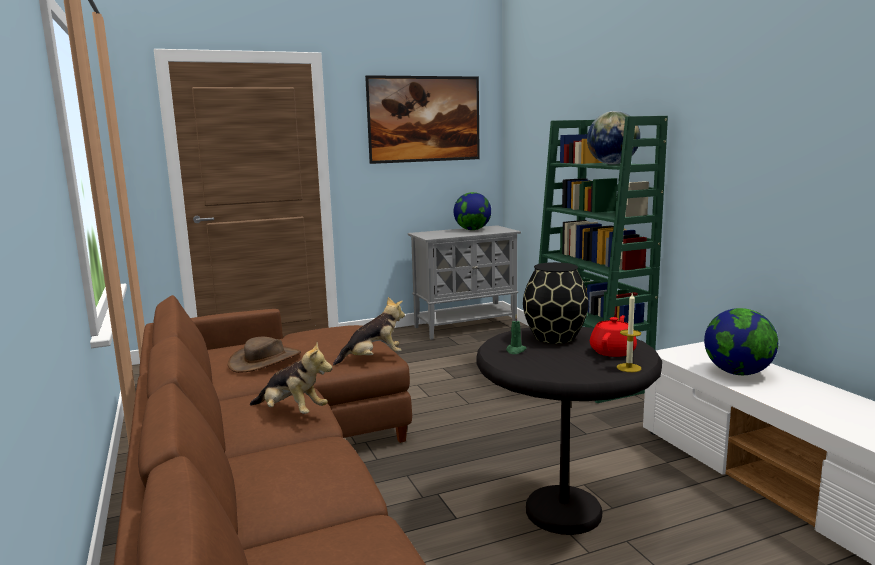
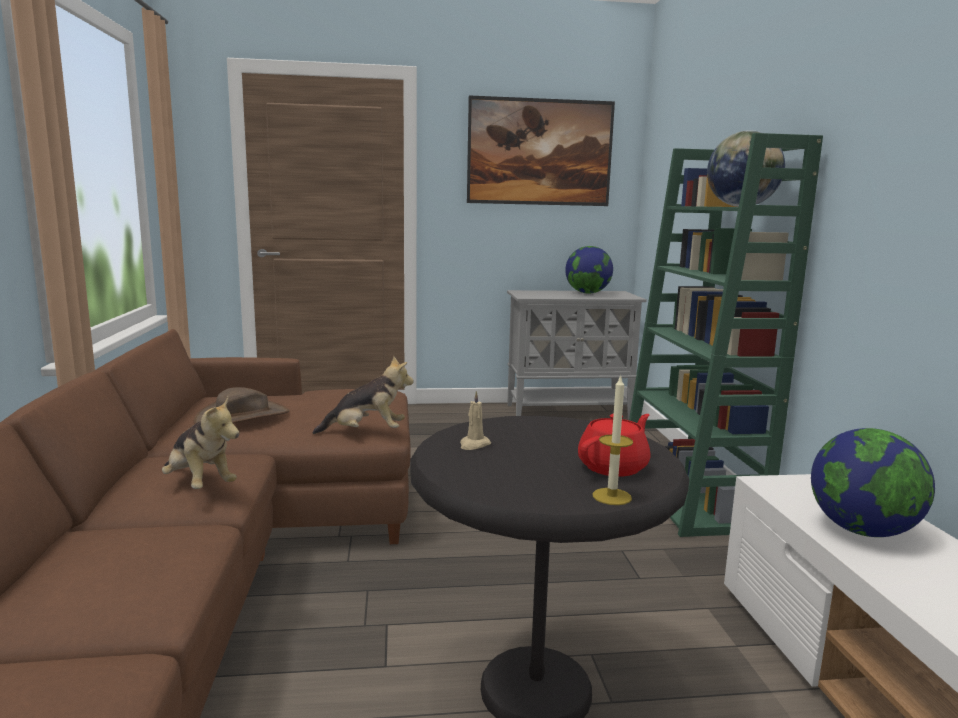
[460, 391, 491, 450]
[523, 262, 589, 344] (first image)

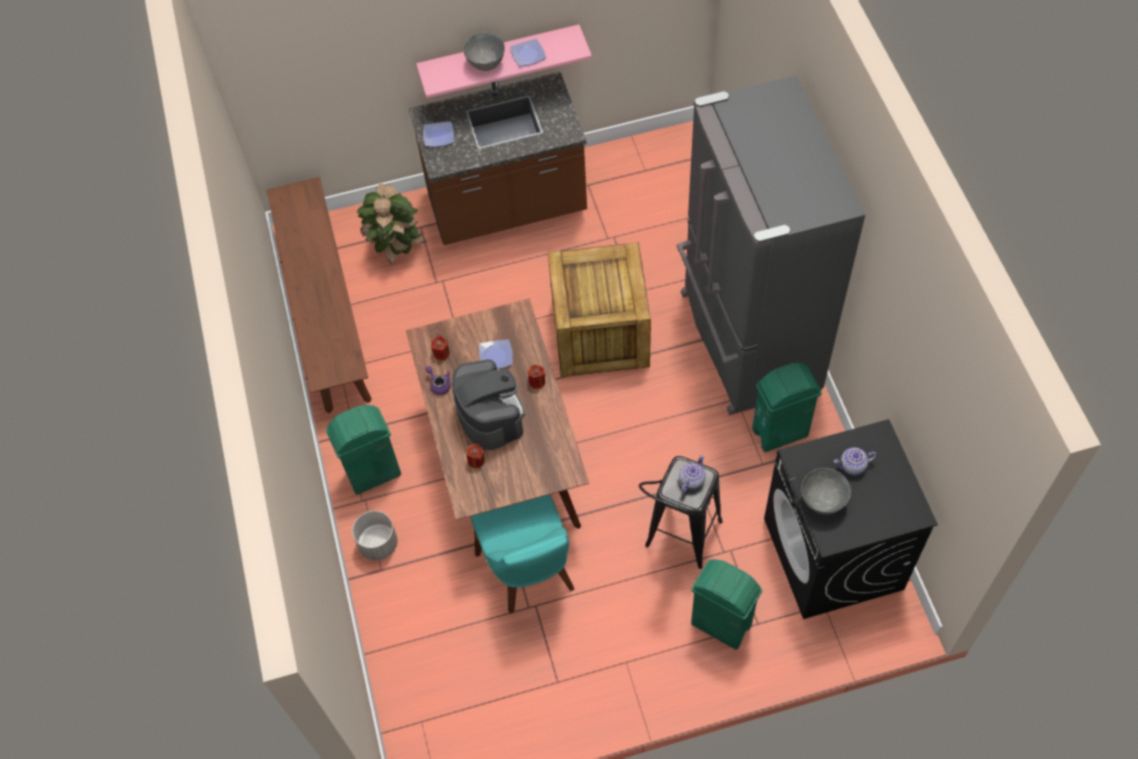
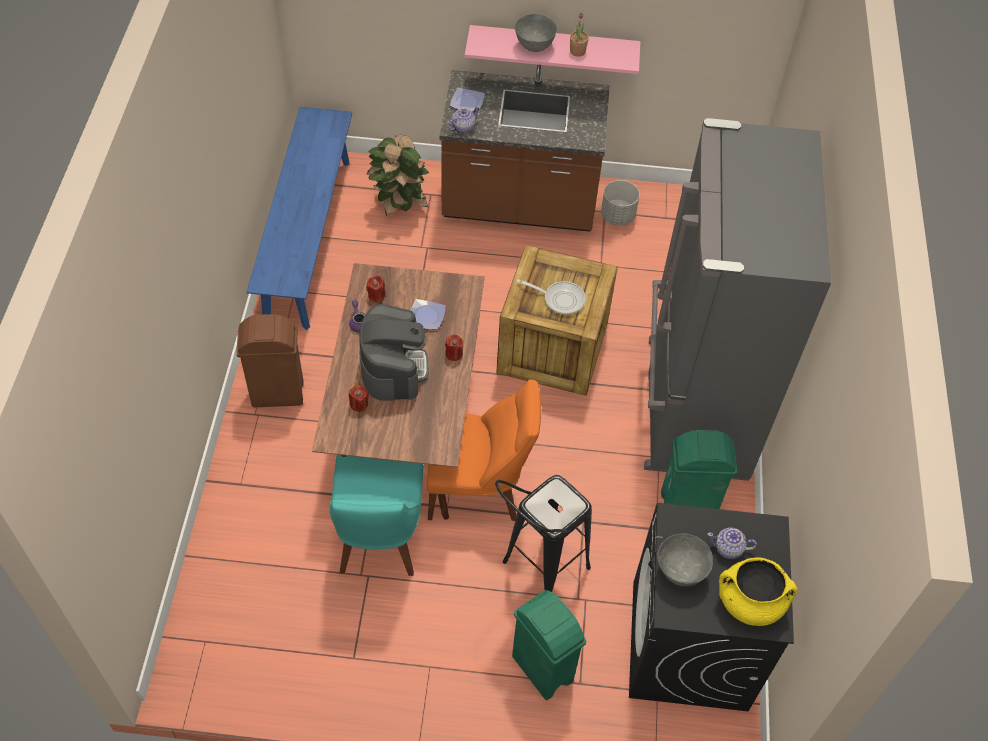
[247, 107, 352, 330]
[236, 314, 304, 407]
[601, 180, 640, 225]
[570, 13, 589, 57]
[447, 106, 480, 133]
[427, 379, 541, 521]
[517, 279, 585, 315]
[719, 557, 797, 626]

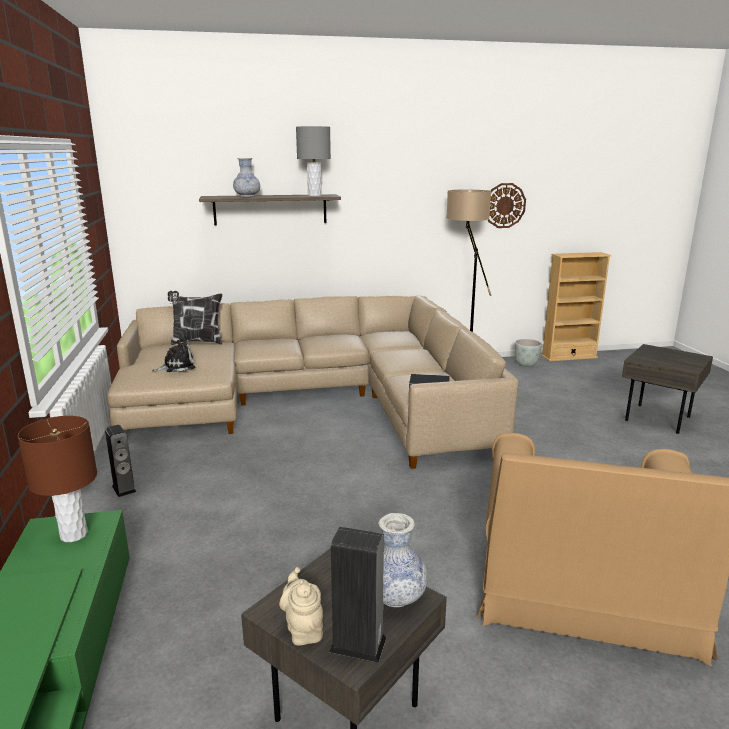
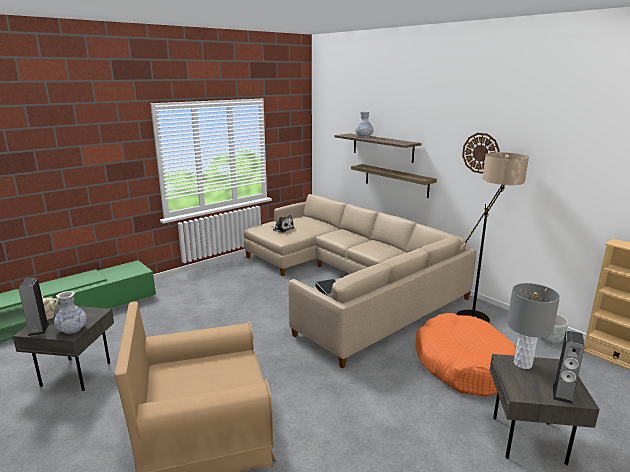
[18, 416, 97, 542] (first image)
[553, 331, 585, 404]
[168, 291, 222, 345] (first image)
[507, 283, 560, 369]
[462, 133, 500, 174]
[351, 164, 437, 198]
[415, 313, 516, 397]

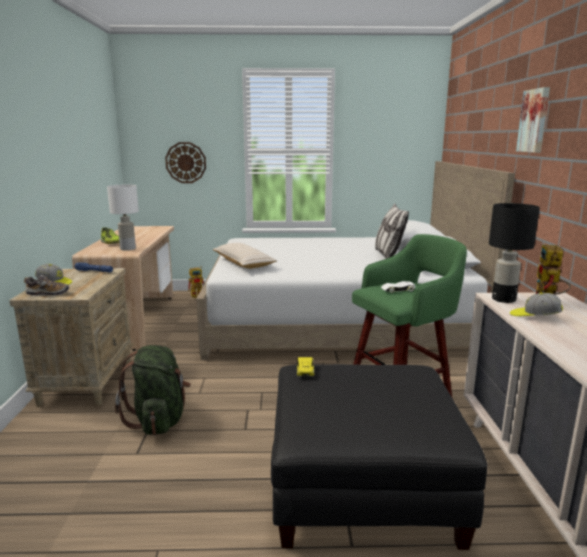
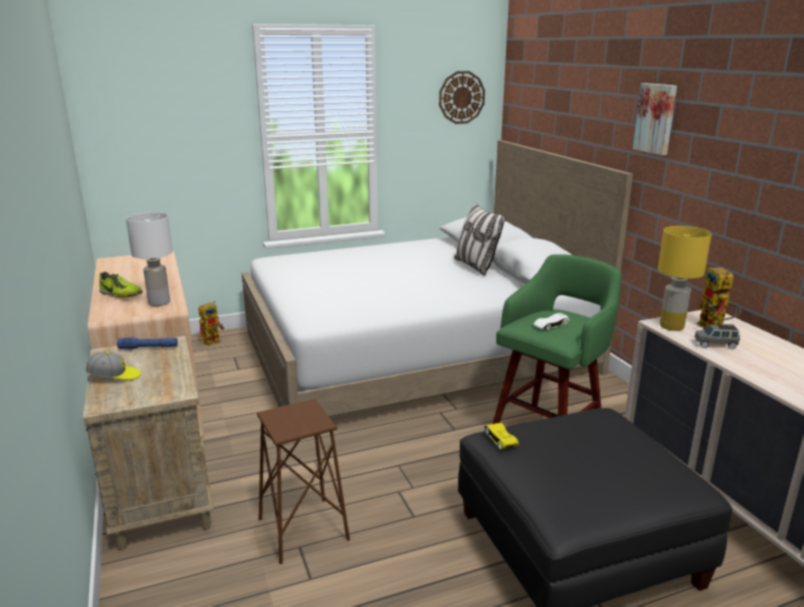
[24, 275, 69, 296] (first image)
[257, 399, 350, 564]
[439, 71, 485, 124]
[212, 243, 277, 269] (first image)
[658, 226, 712, 331]
[695, 324, 740, 349]

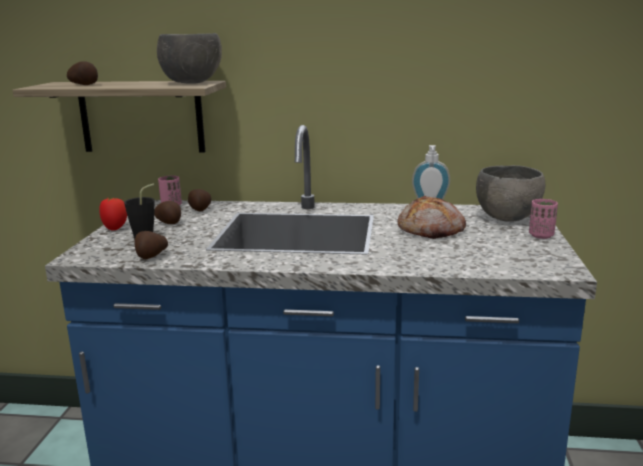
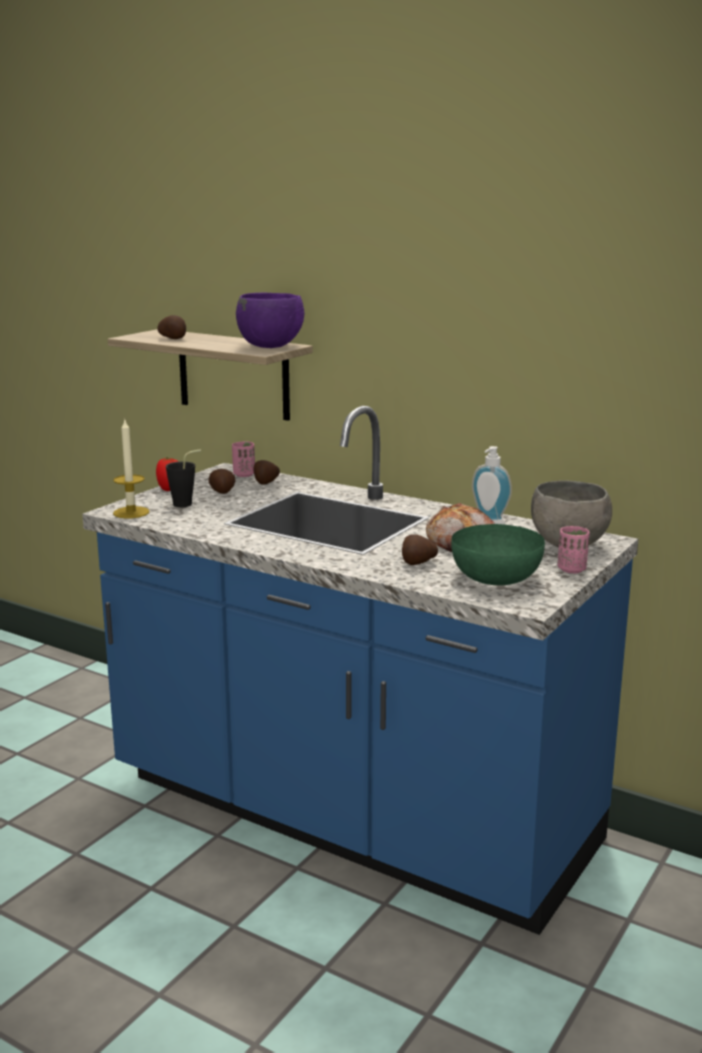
[402, 534, 438, 565]
[236, 293, 304, 348]
[113, 418, 150, 518]
[451, 524, 545, 585]

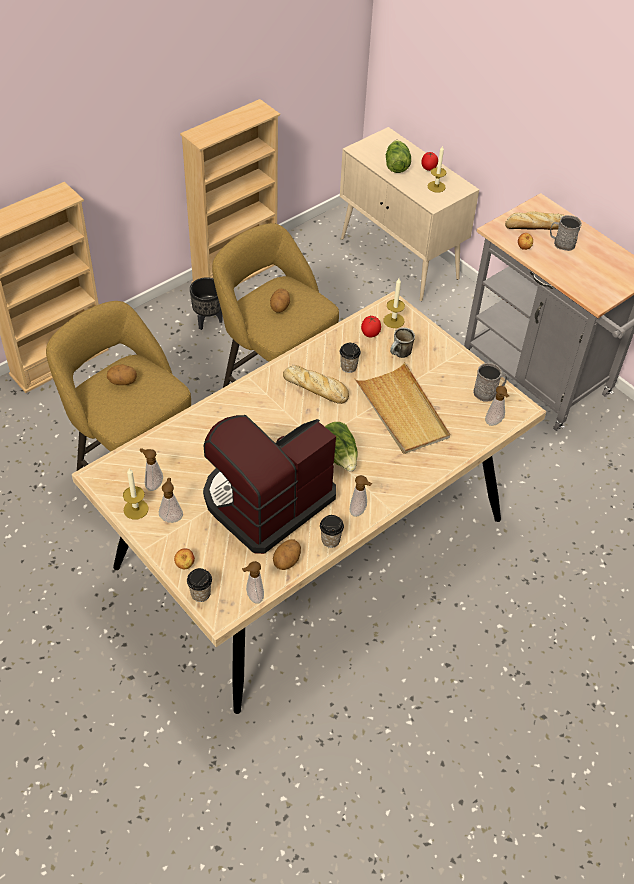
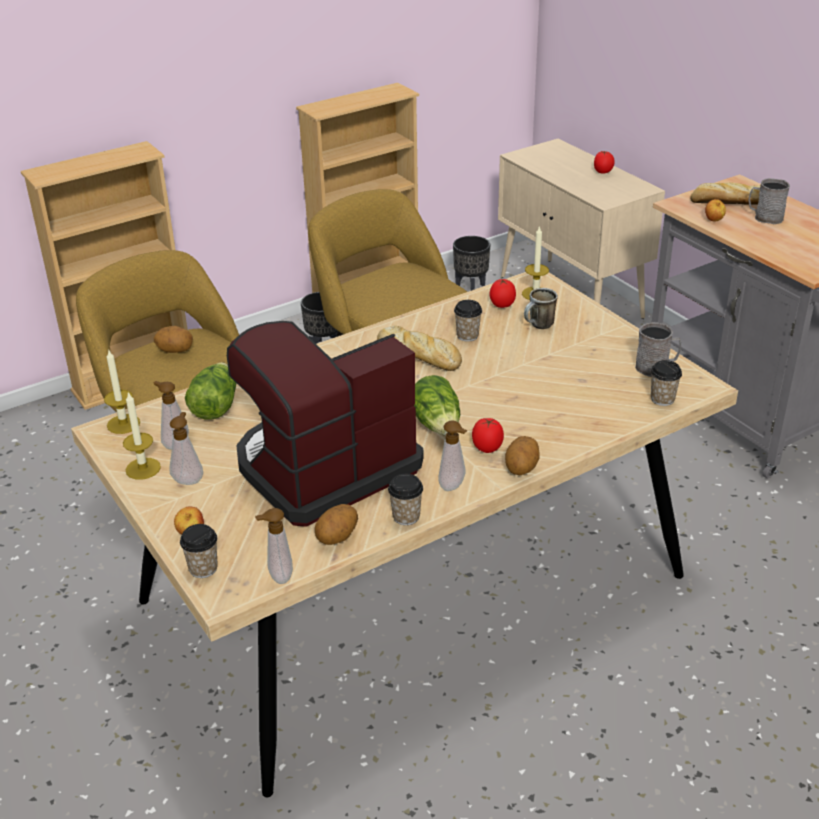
[505, 436, 540, 475]
[354, 362, 450, 454] (first image)
[185, 362, 236, 420]
[104, 350, 140, 434]
[651, 360, 682, 406]
[453, 236, 491, 291]
[472, 418, 504, 453]

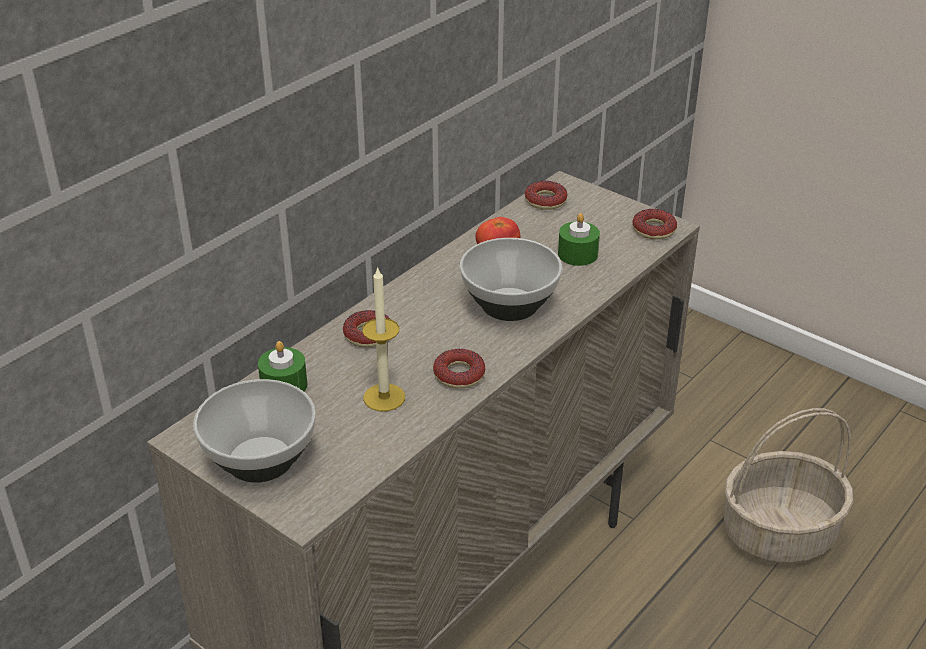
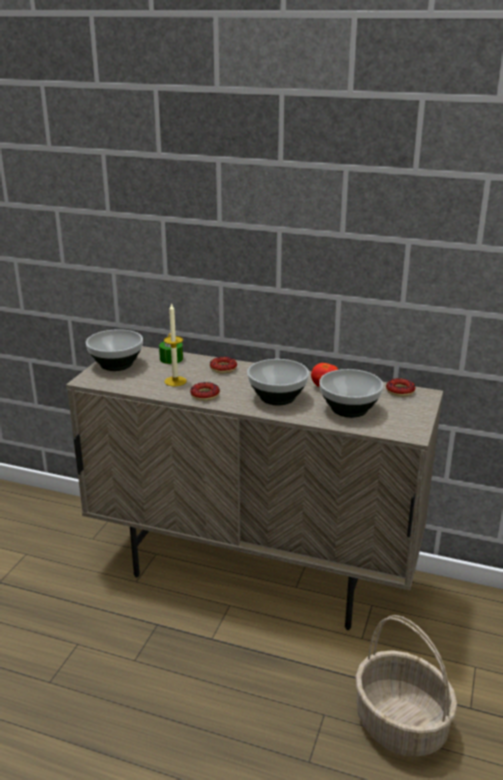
[319, 369, 384, 418]
[632, 209, 677, 240] (first image)

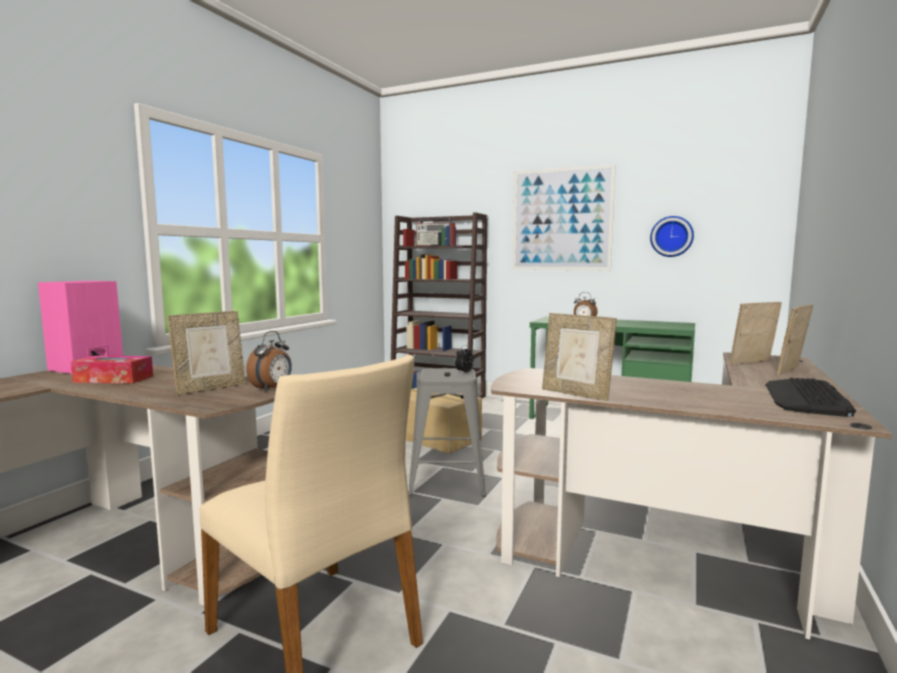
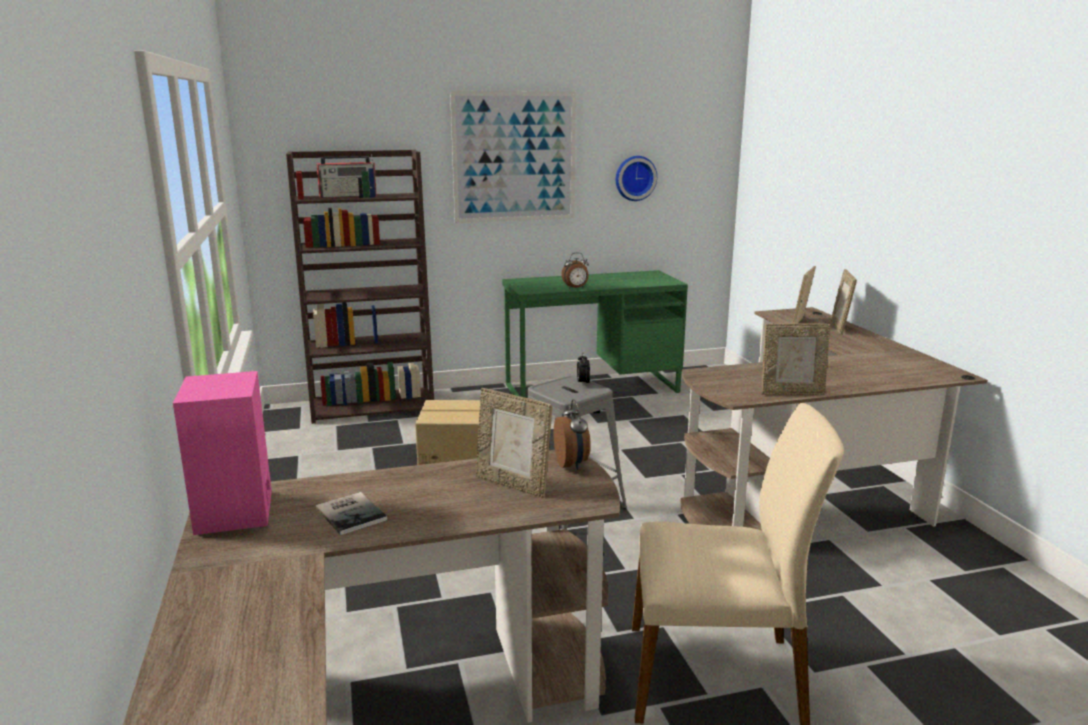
[315, 492, 387, 535]
[476, 388, 552, 498]
[766, 378, 856, 417] (first image)

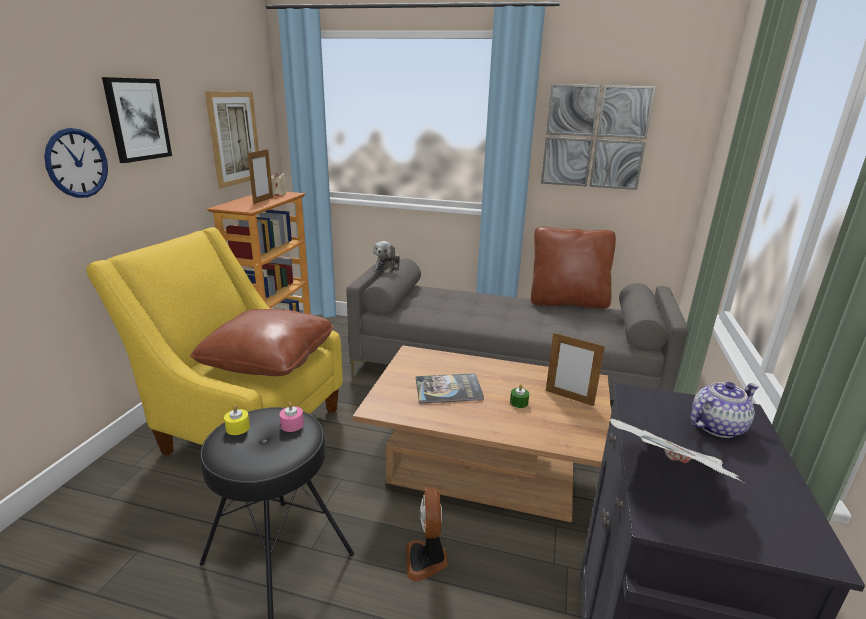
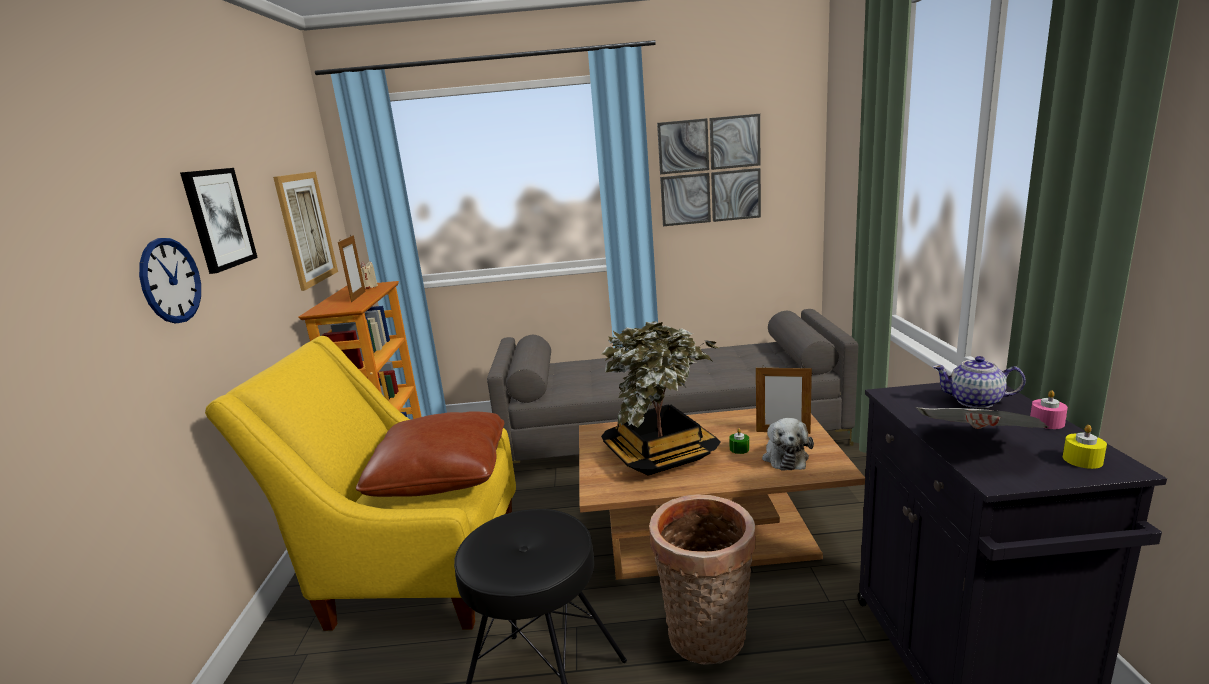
[1063, 425, 1107, 469]
[1030, 390, 1068, 429]
[762, 418, 814, 471]
[649, 494, 756, 665]
[601, 321, 721, 476]
[531, 227, 616, 309] (first image)
[933, 356, 1026, 408]

